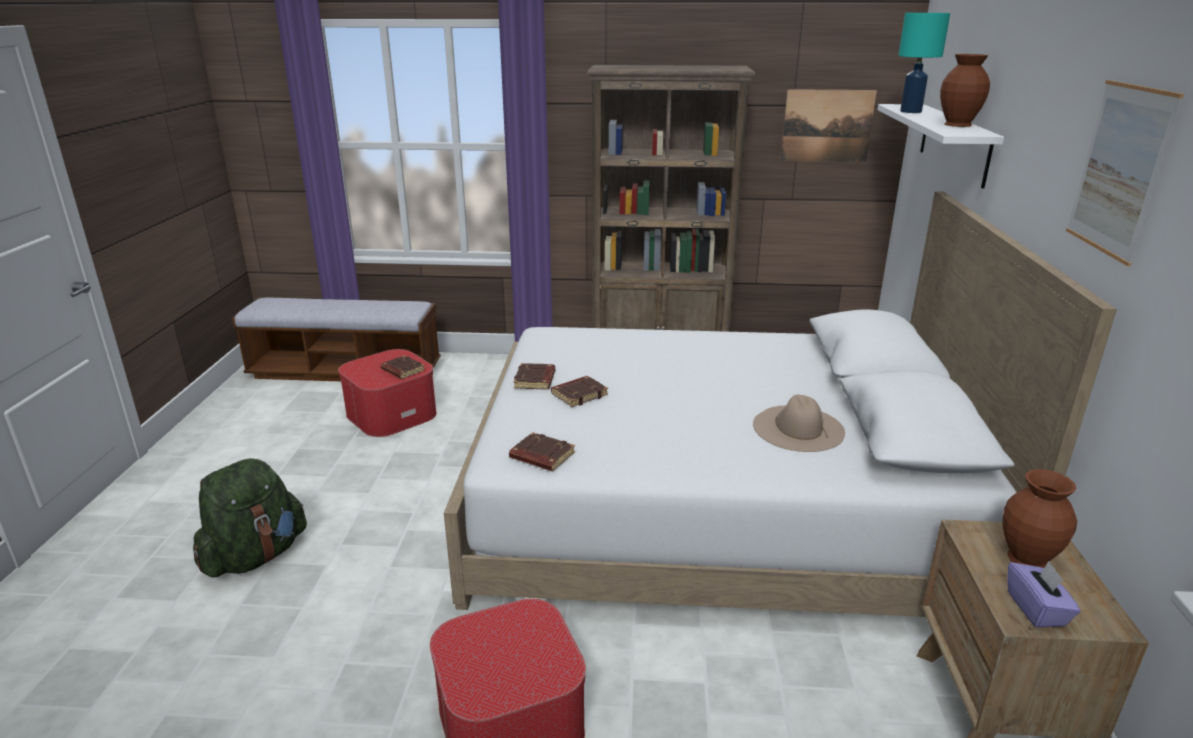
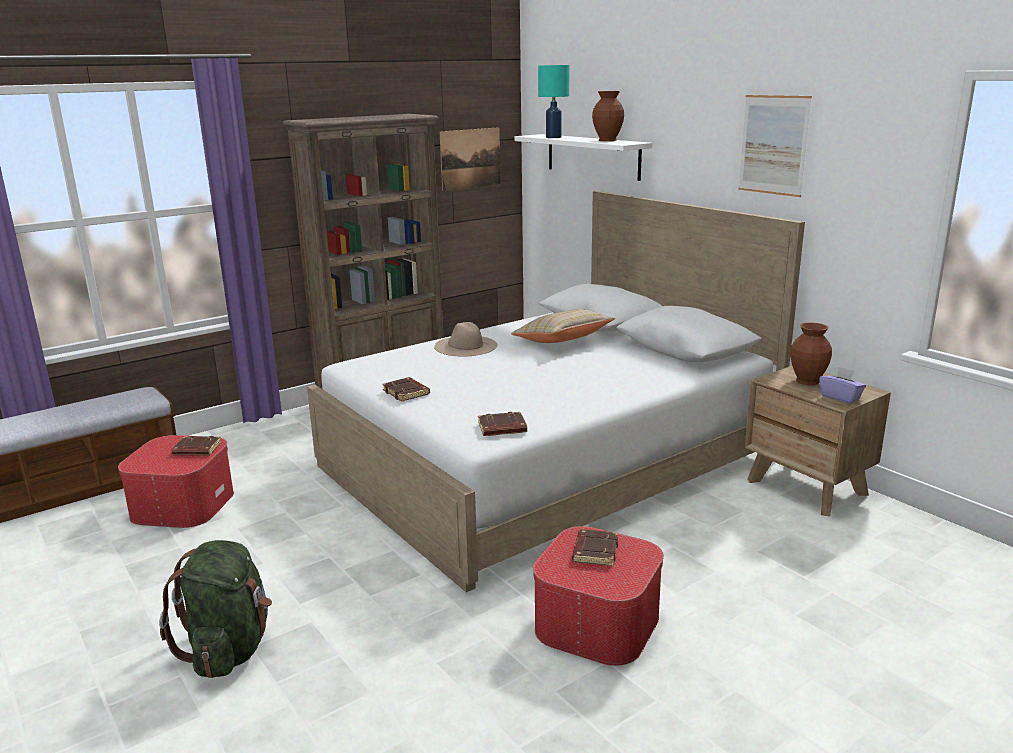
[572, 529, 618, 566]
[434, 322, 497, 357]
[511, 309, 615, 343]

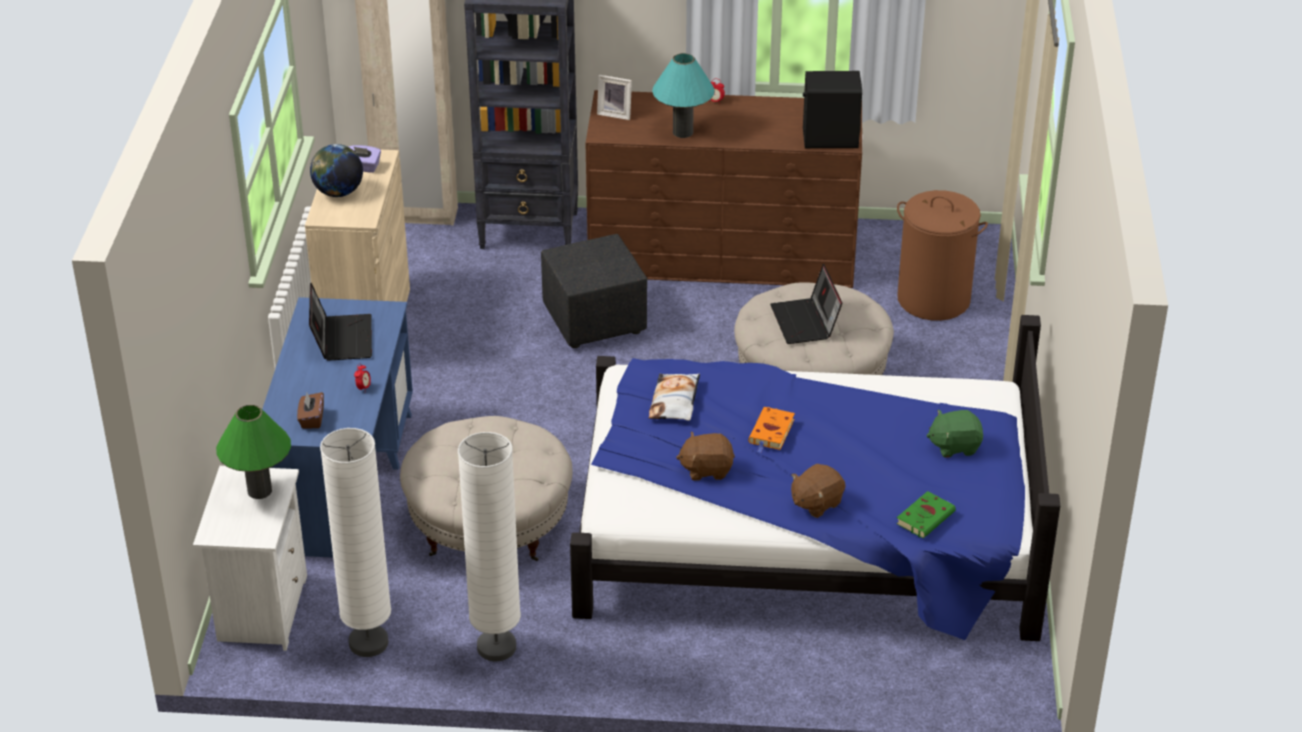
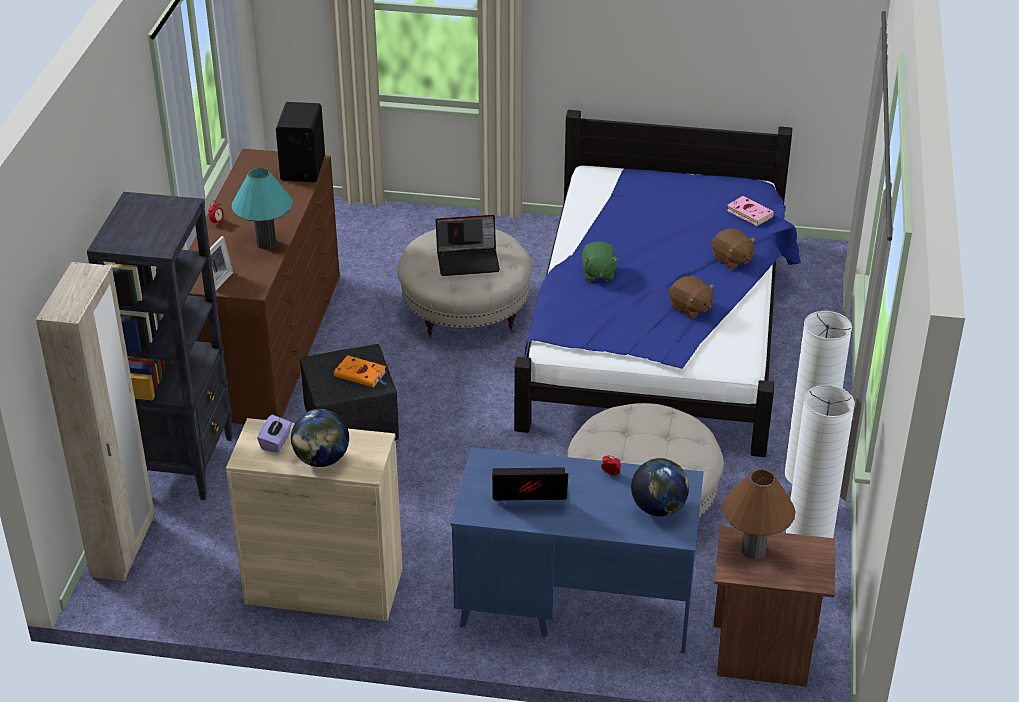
[713, 526, 835, 687]
[722, 469, 796, 559]
[631, 458, 689, 516]
[649, 373, 700, 421] (first image)
[669, 276, 714, 319]
[334, 355, 386, 388]
[726, 196, 774, 226]
[897, 190, 988, 321] (first image)
[582, 241, 618, 281]

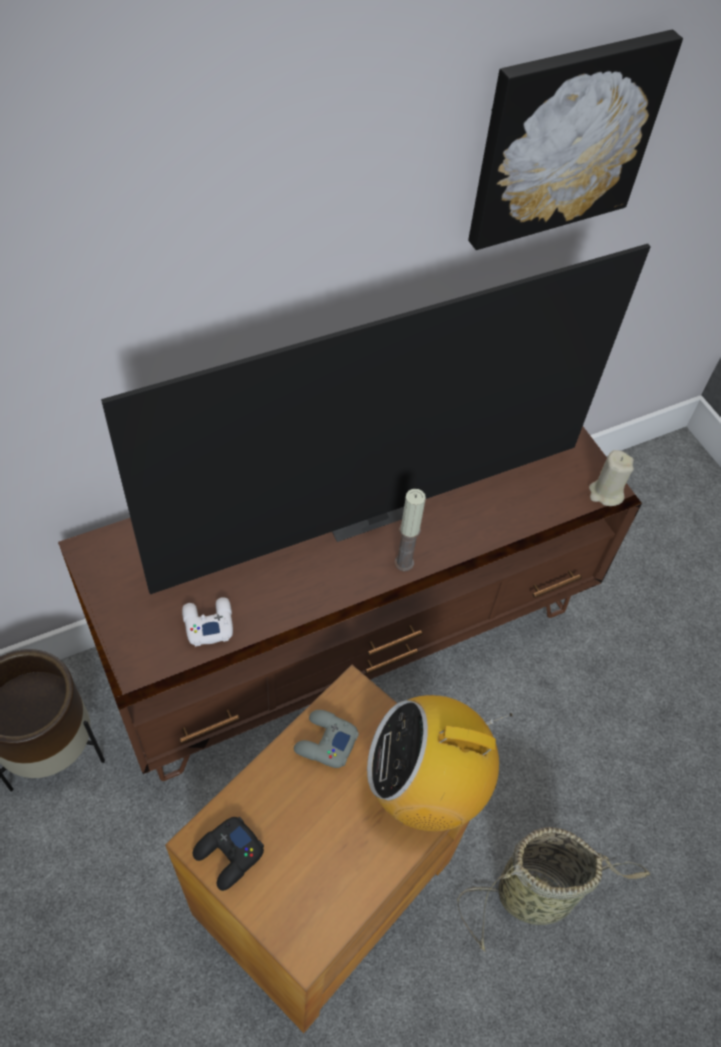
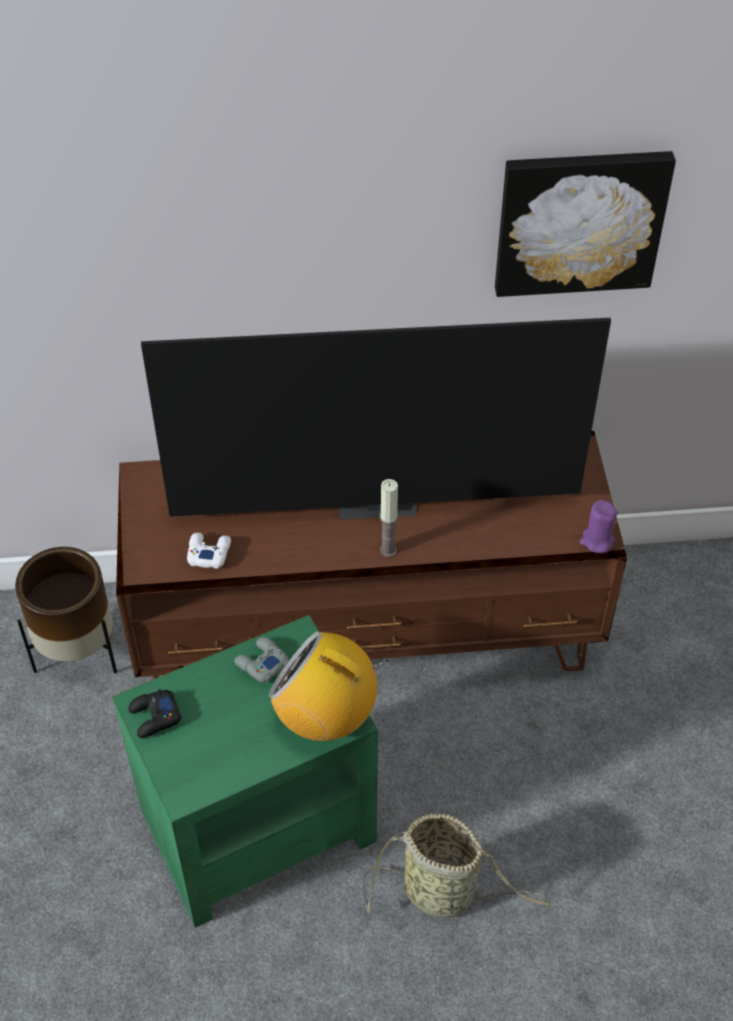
[112, 615, 378, 927]
[580, 500, 618, 553]

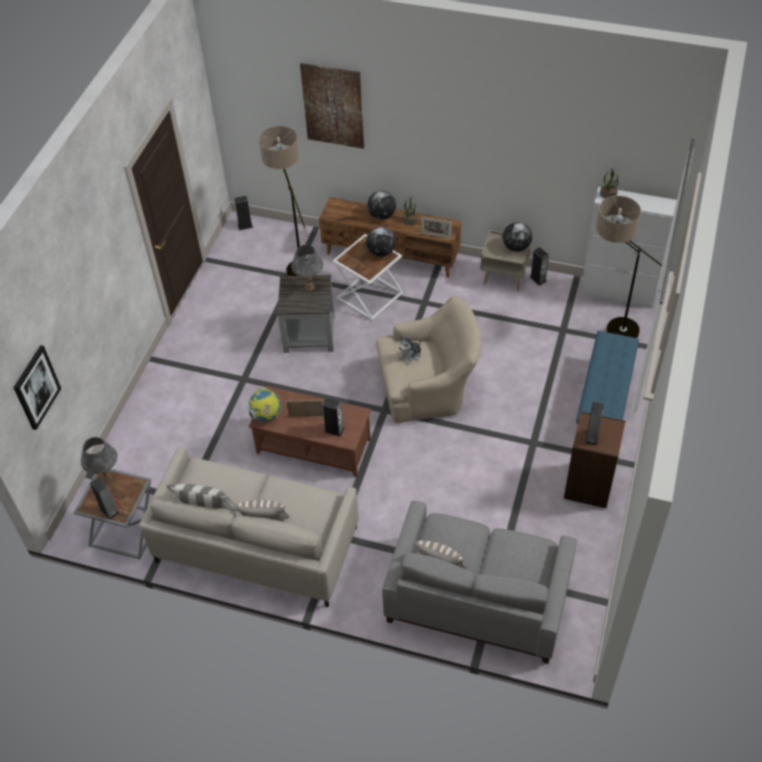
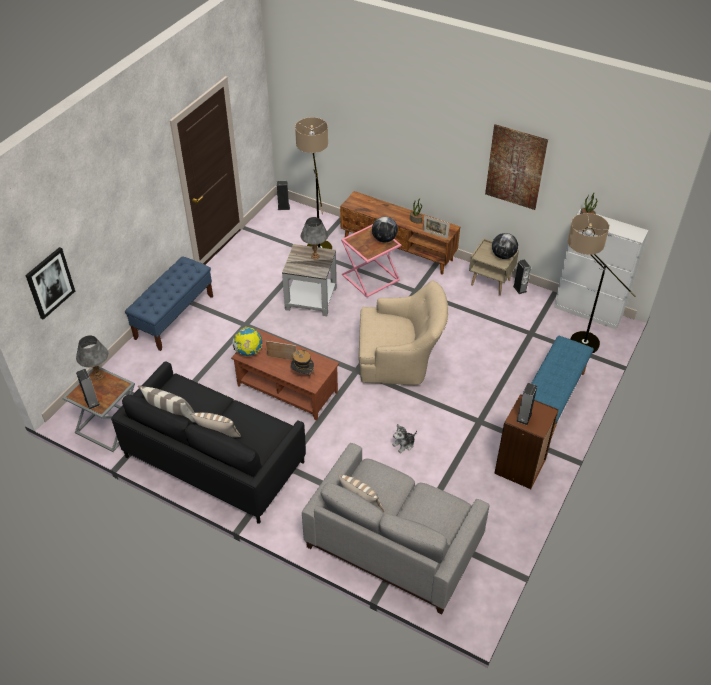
[111, 362, 306, 524]
[485, 124, 548, 210]
[291, 349, 315, 376]
[341, 224, 401, 297]
[367, 191, 396, 220] (first image)
[392, 424, 417, 453]
[125, 256, 213, 351]

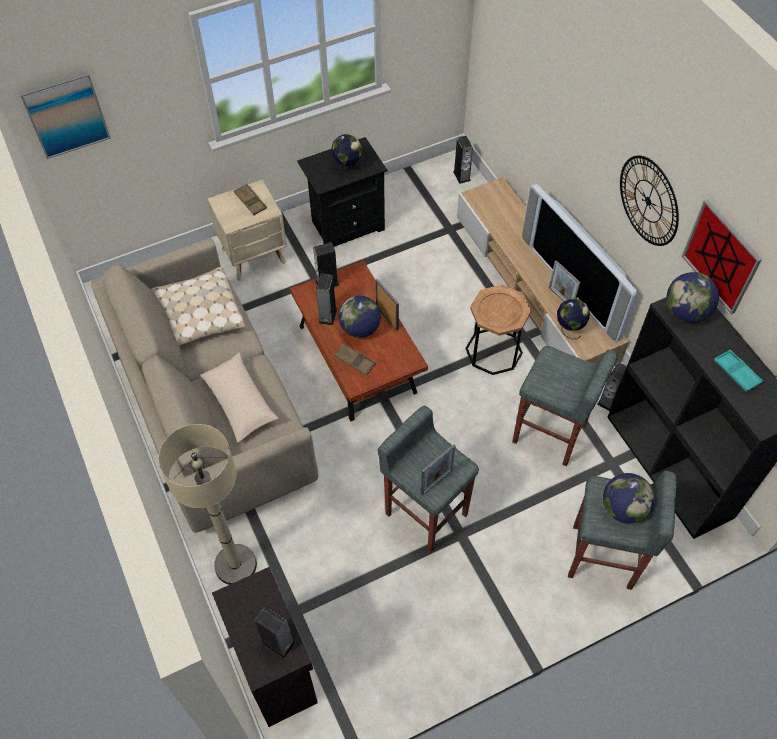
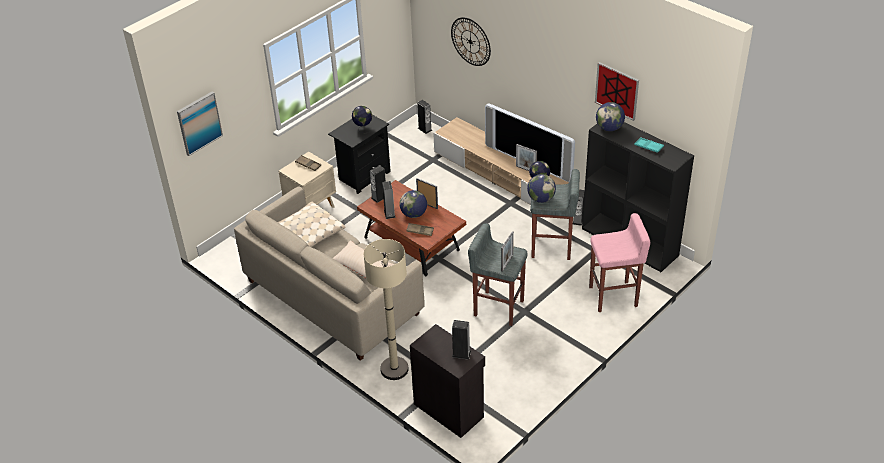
[466, 285, 531, 375] (first image)
[589, 213, 650, 312]
[527, 174, 556, 203]
[451, 17, 491, 66]

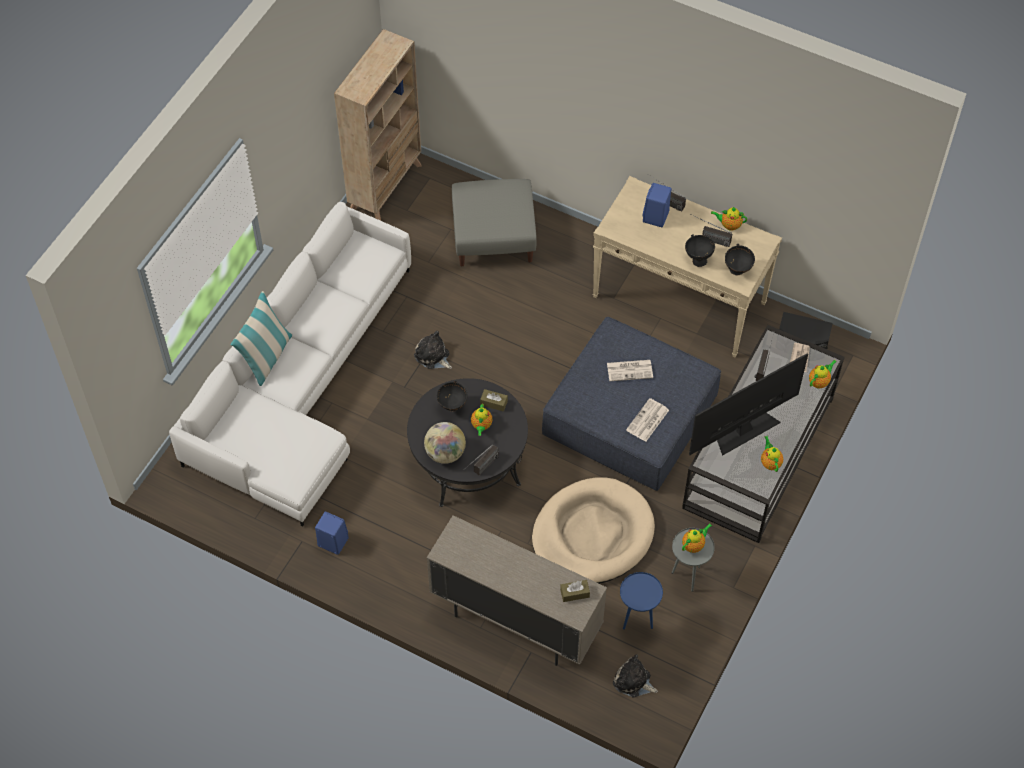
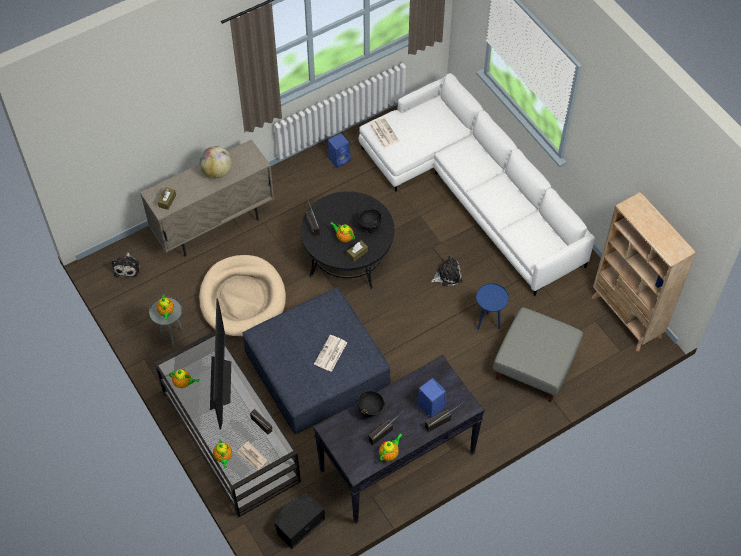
[231, 291, 292, 386] (first image)
[200, 146, 232, 178]
[313, 355, 485, 524]
[112, 252, 139, 278]
[476, 283, 509, 330]
[369, 118, 399, 147]
[725, 244, 755, 276] (first image)

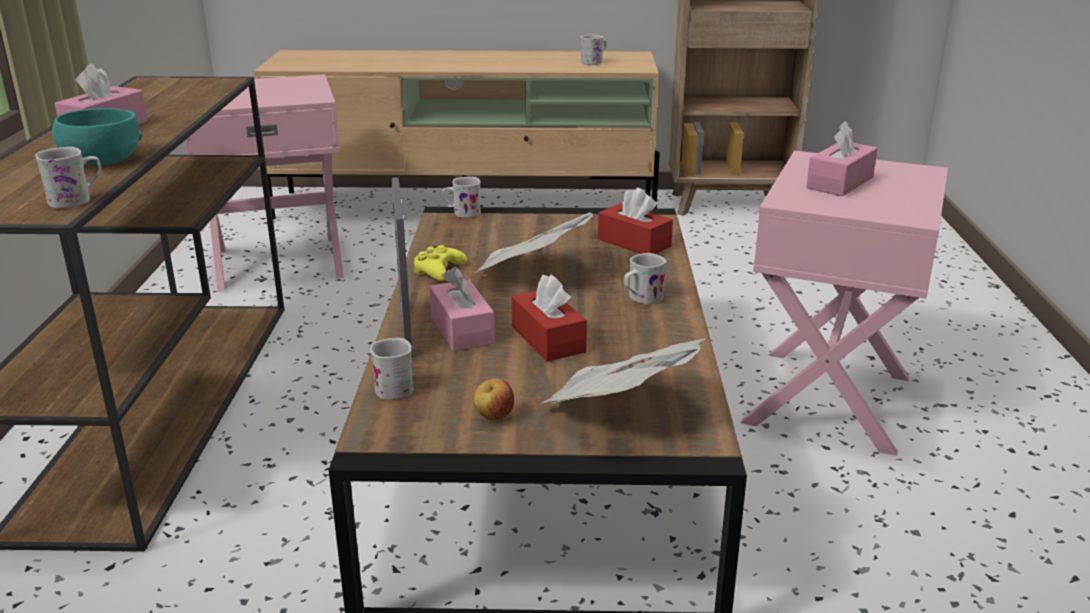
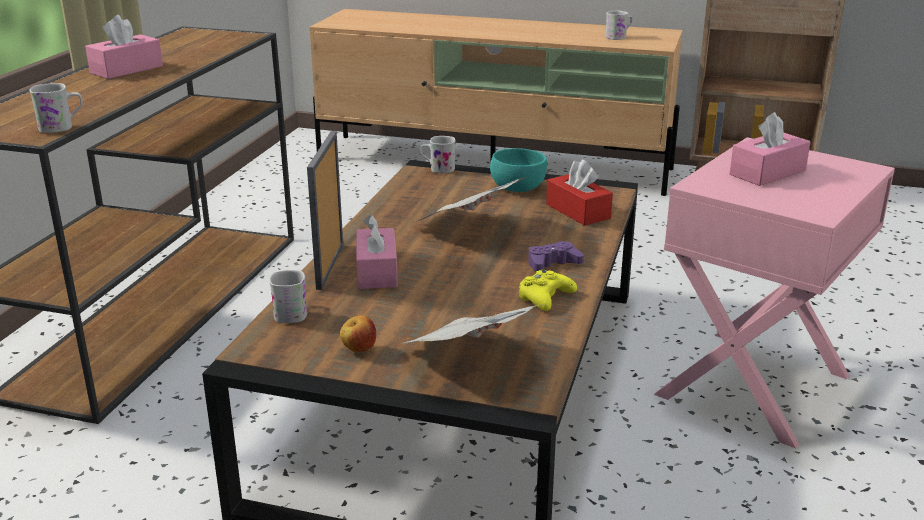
[490, 148, 547, 192]
[185, 74, 344, 292] (first image)
[518, 269, 577, 311]
[512, 274, 587, 362] (first image)
[528, 241, 584, 271]

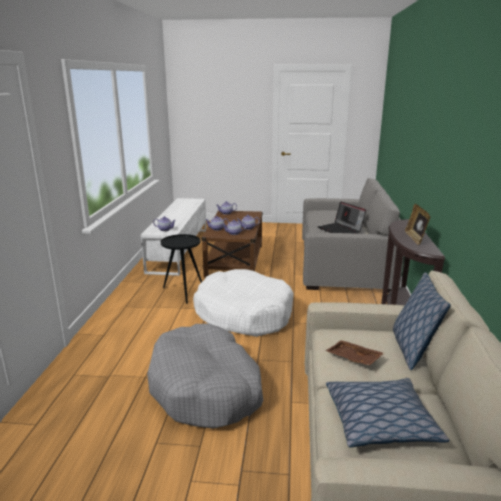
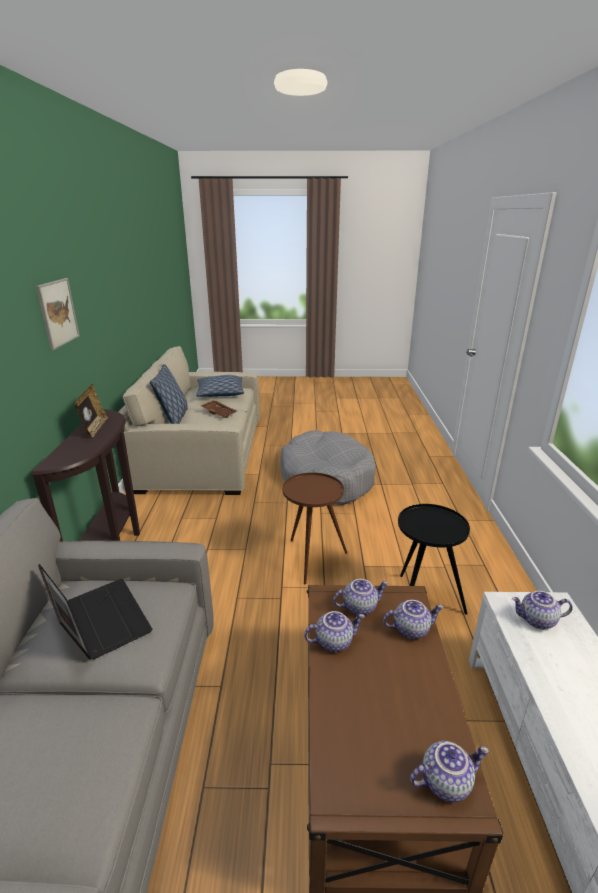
[282, 472, 347, 584]
[36, 278, 80, 350]

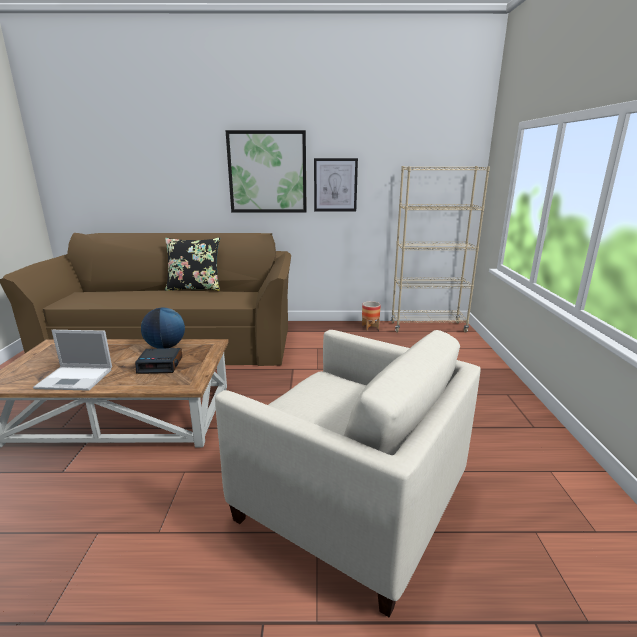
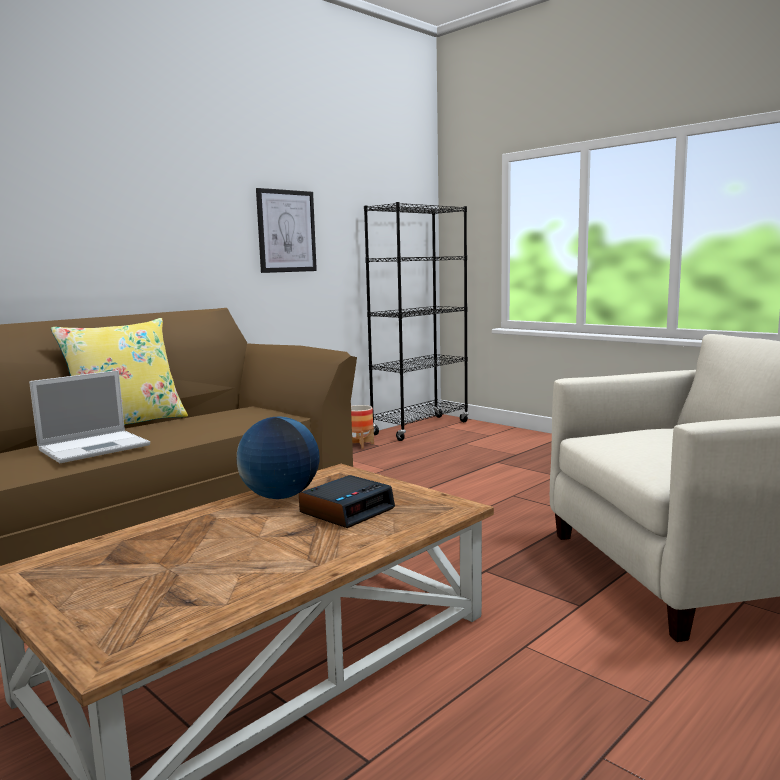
[29, 370, 150, 463]
[51, 318, 188, 425]
[225, 130, 307, 212] (first image)
[364, 202, 469, 441]

